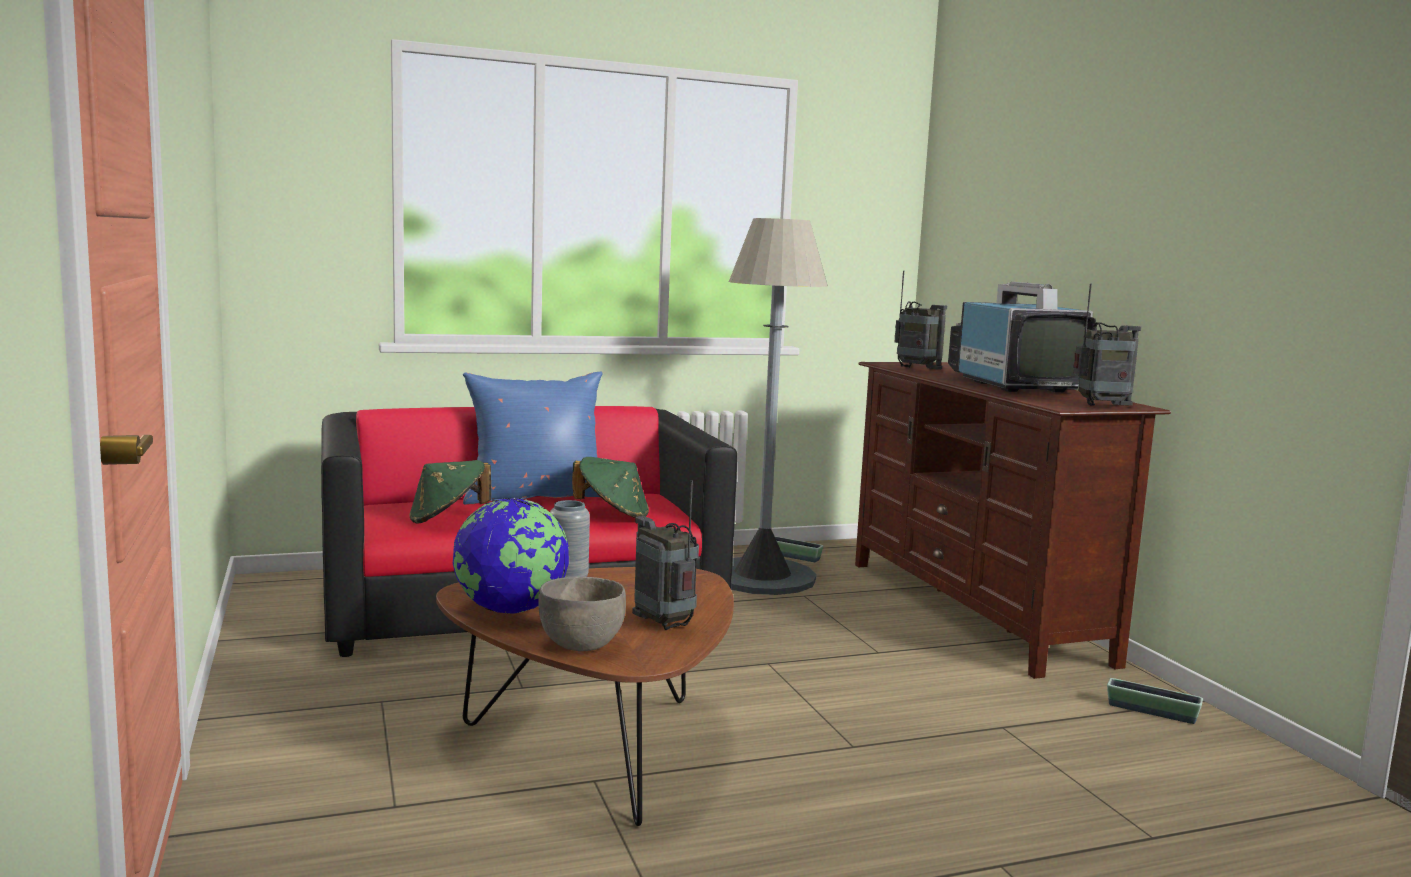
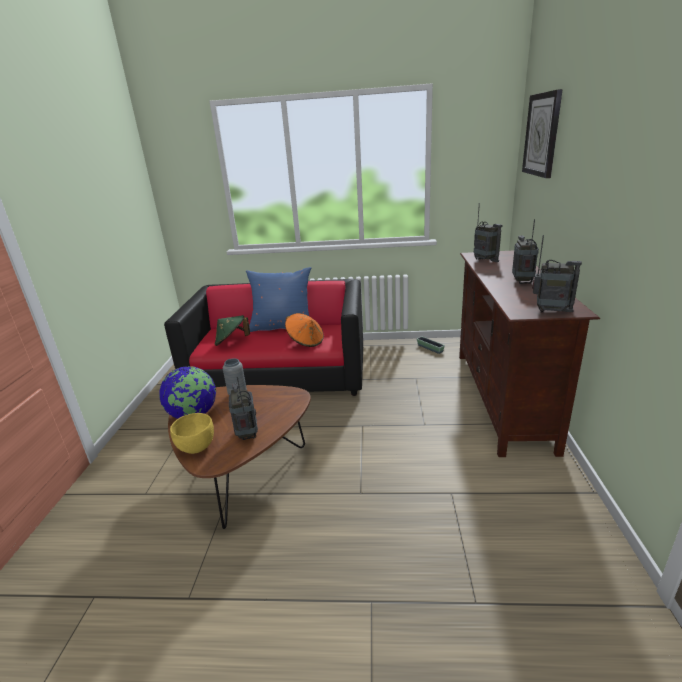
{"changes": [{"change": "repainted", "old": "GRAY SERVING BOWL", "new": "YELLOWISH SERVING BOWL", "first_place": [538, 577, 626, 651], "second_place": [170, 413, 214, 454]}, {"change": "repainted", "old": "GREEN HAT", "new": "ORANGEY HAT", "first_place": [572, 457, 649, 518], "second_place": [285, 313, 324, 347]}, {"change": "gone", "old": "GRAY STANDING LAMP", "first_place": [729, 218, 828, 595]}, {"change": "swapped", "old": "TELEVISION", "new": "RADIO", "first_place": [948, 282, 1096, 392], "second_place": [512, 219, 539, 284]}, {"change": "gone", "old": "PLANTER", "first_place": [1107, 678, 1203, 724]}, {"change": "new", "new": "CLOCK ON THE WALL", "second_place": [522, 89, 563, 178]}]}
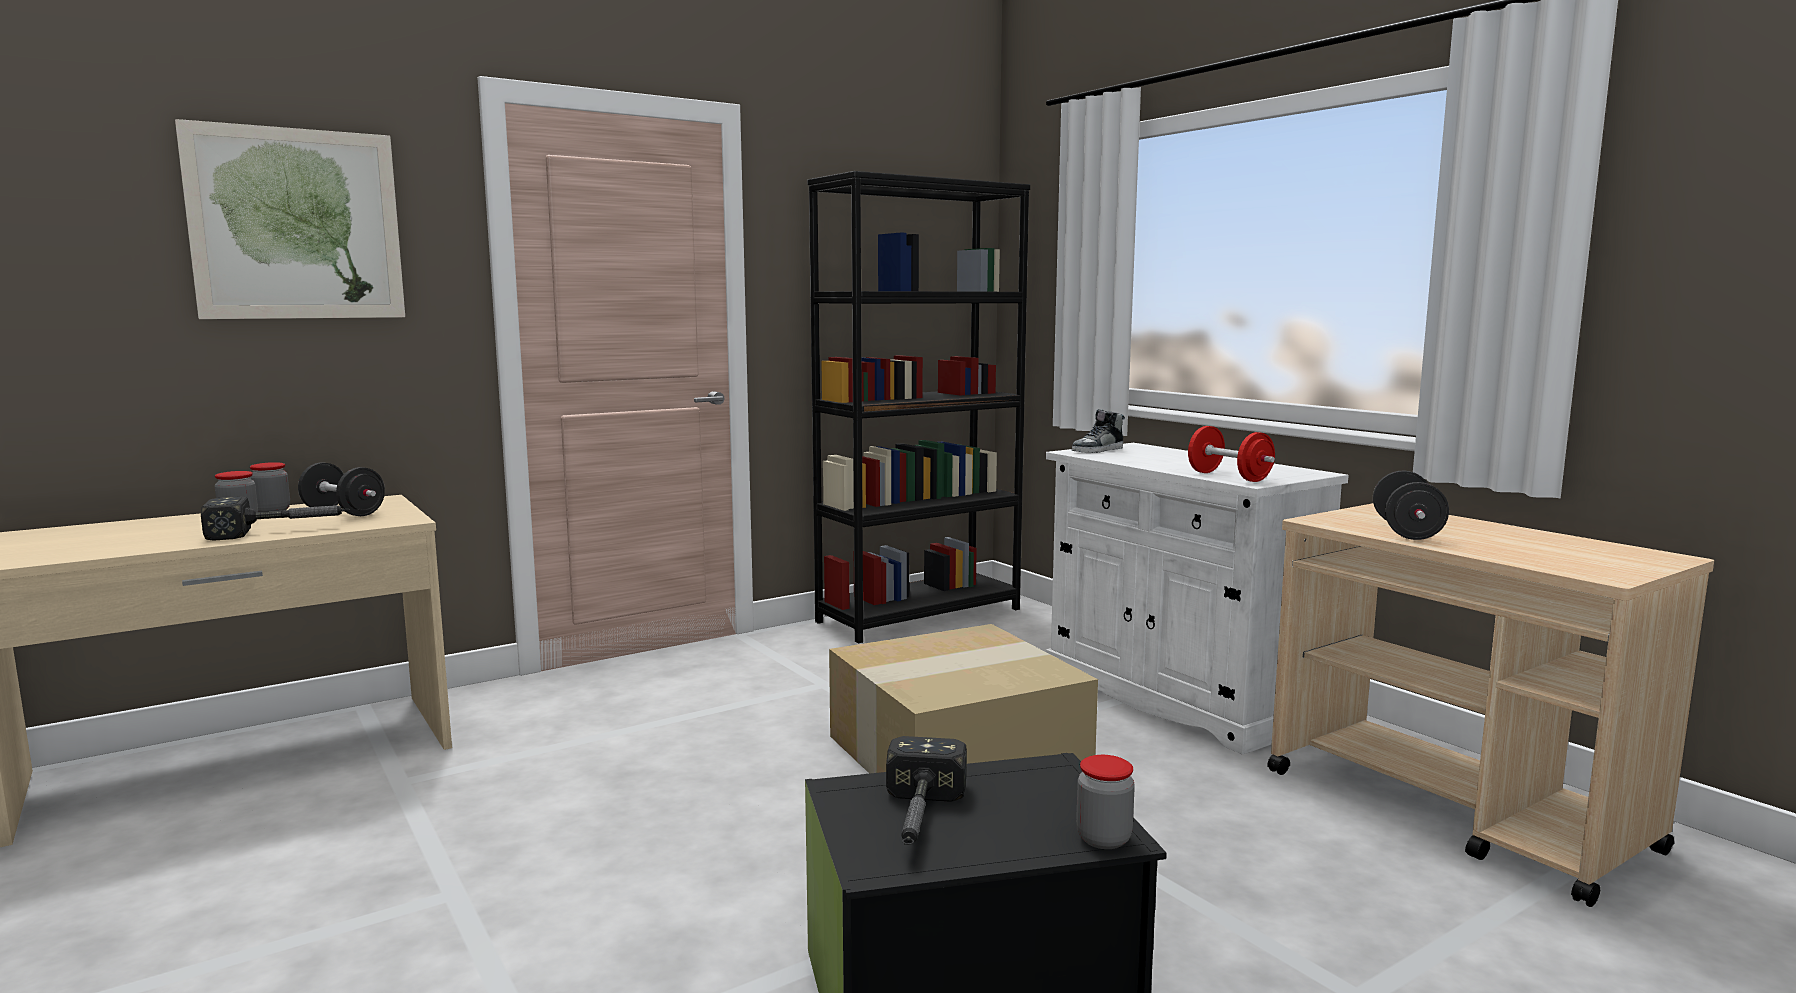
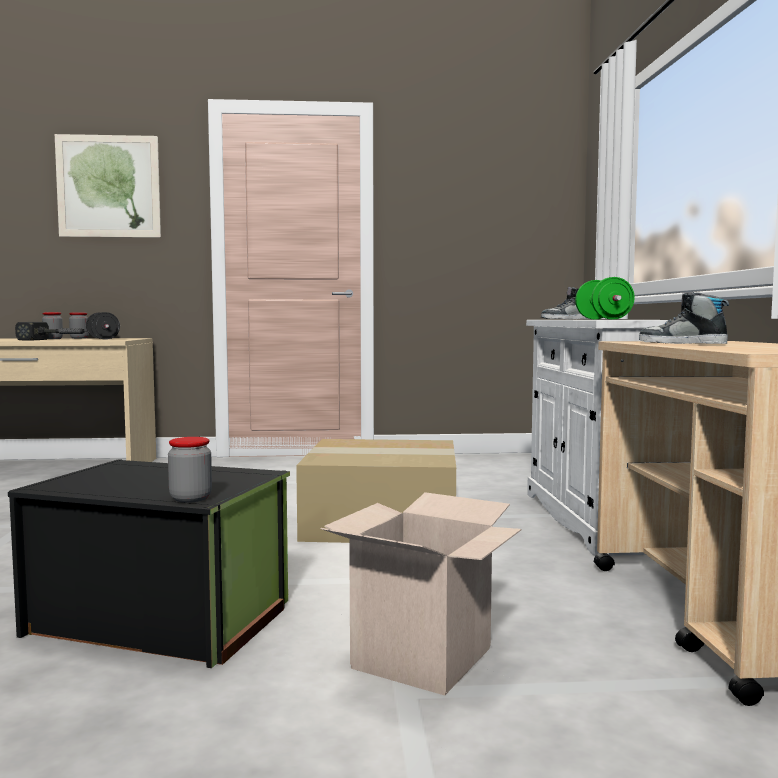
{"changes": [{"change": "gone", "old": "BLACKISH SHELVING UNIT", "first_place": [807, 171, 1030, 644]}, {"change": "gone", "old": "TOOL HAMMER", "first_place": [886, 736, 967, 845]}, {"change": "repainted", "old": "RED-COLOURED DUMBBELL", "new": "GREEN DUMBBELL", "first_place": [1188, 426, 1275, 482], "second_place": [575, 277, 635, 319]}, {"change": "swapped", "old": "BLACKISH DUMBBELL", "new": "LOW SHOE", "first_place": [1373, 471, 1449, 540], "second_place": [639, 292, 729, 344]}, {"change": "new", "new": "CARTON", "second_place": [321, 492, 521, 696]}]}
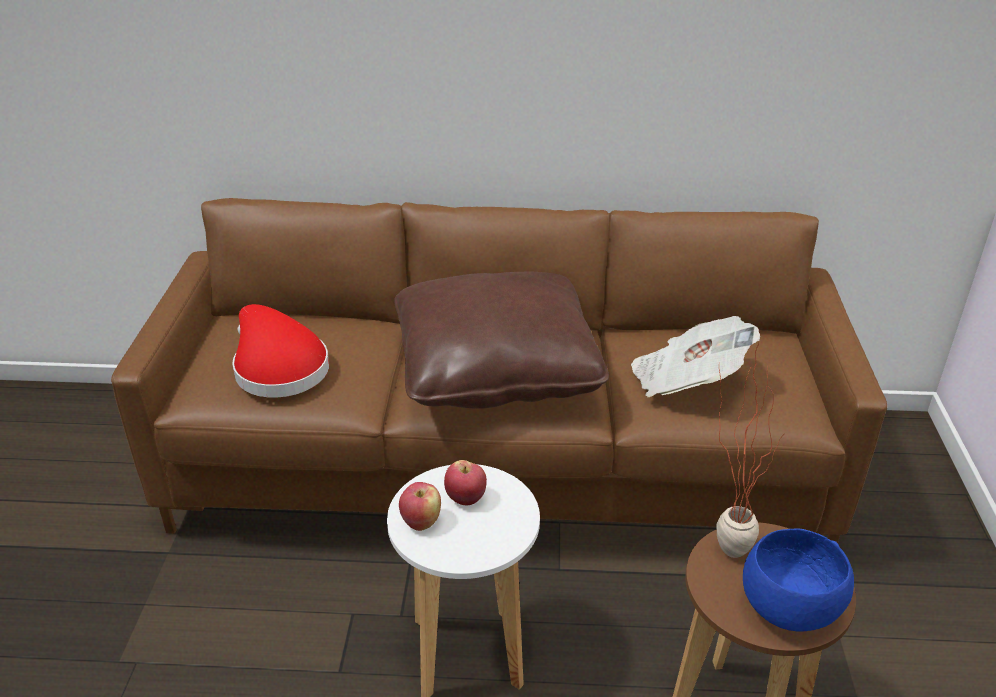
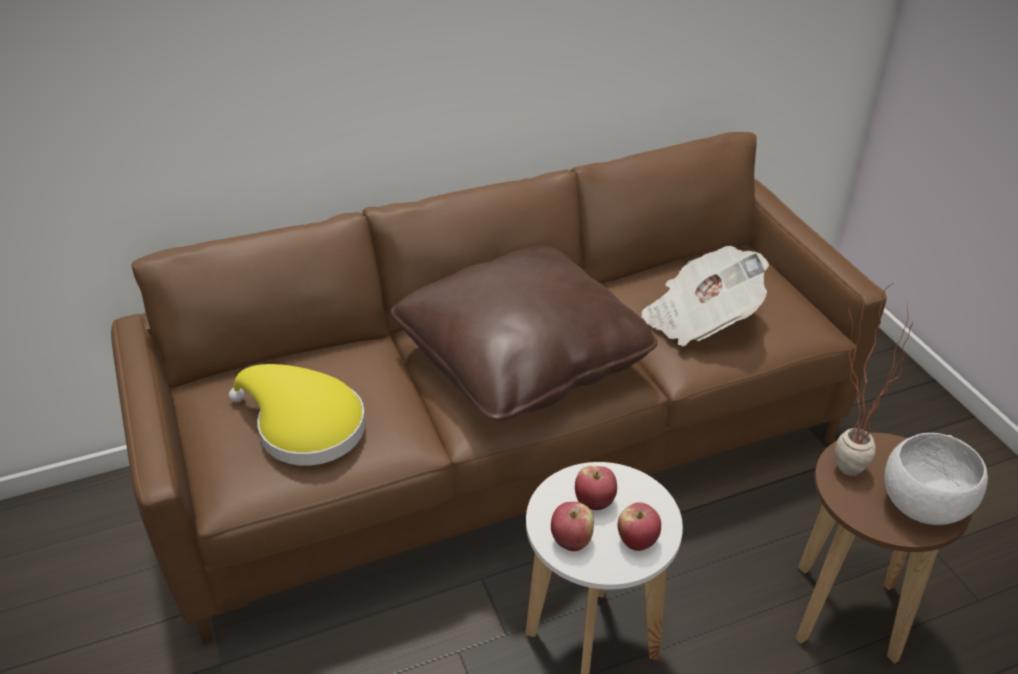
{"changes": [{"change": "repainted", "old": "RED-COLOURED HAT", "new": "YELLOWISH HAT", "first_place": [232, 304, 329, 398], "second_place": [229, 364, 366, 466]}, {"change": "repainted", "old": "BLUISH SERVING BOWL", "new": "WHITISH SERVING BOWL", "first_place": [743, 529, 854, 631], "second_place": [884, 433, 988, 525]}, {"change": "new", "new": "APPLE FRUIT", "second_place": [618, 502, 661, 551]}]}
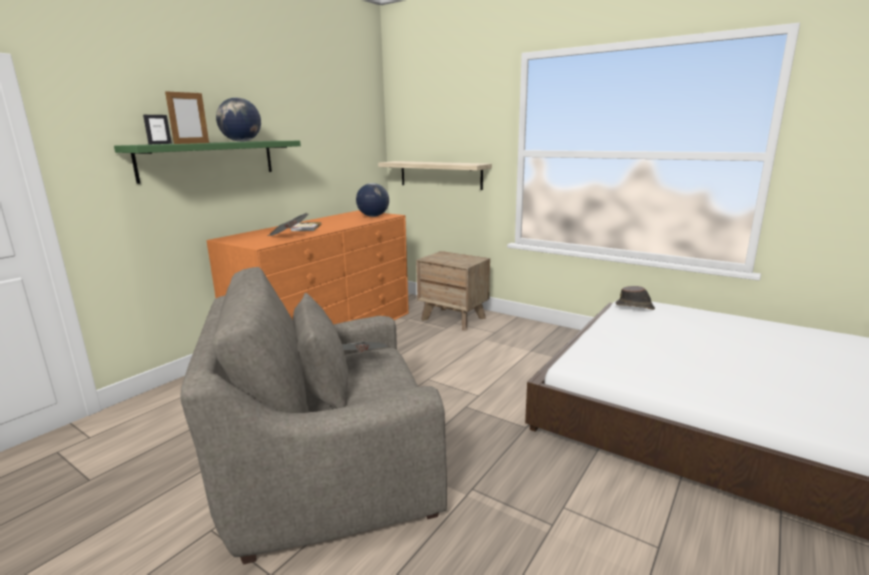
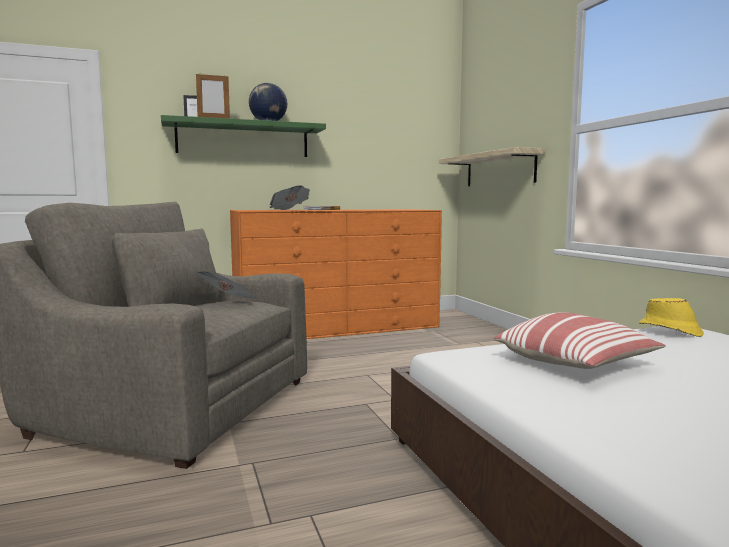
{"changes": [{"change": "gone", "old": "GLOBE", "first_place": [356, 183, 389, 217]}, {"change": "gone", "old": "BROWN-COLOURED NIGHTSTAND", "first_place": [416, 251, 490, 331]}, {"change": "repainted", "old": "BROWN-COLOURED HAT", "new": "YELLOWISH HAT", "first_place": [615, 286, 655, 310], "second_place": [639, 298, 704, 337]}, {"change": "new", "new": "THROW PILLOW", "second_place": [494, 312, 666, 369]}]}
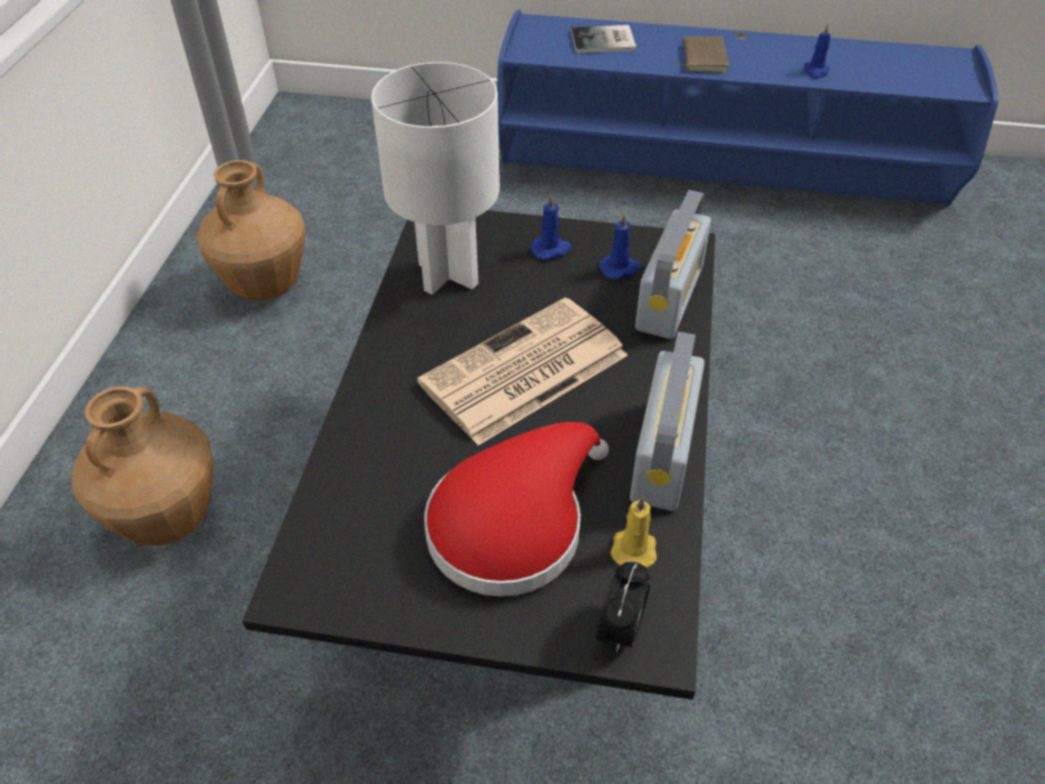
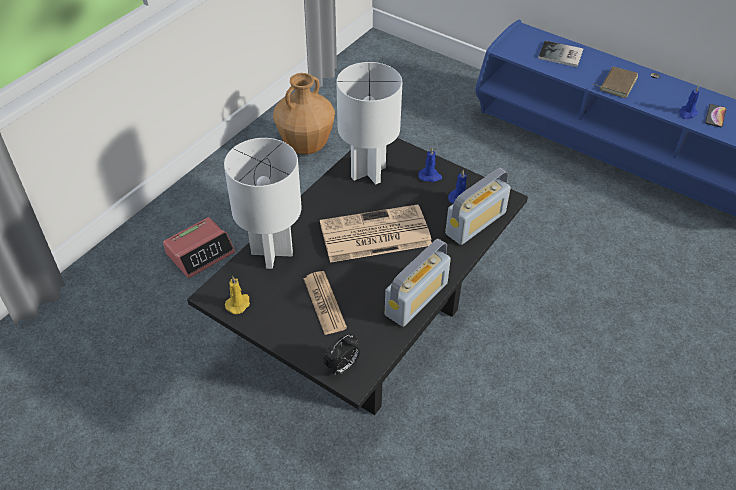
{"changes": [{"change": "swapped", "old": "BROWN-COLOURED VASE", "new": "TABLE CLOCK", "first_place": [72, 386, 213, 546], "second_place": [163, 217, 235, 278]}, {"change": "swapped", "old": "RED-COLOURED HAT", "new": "DAILY PAPER", "first_place": [424, 422, 609, 597], "second_place": [303, 271, 347, 335]}, {"change": "shifted", "old": "YELLOWISH WAX CANDLE", "first_place": [611, 496, 657, 568], "second_place": [225, 276, 250, 314]}, {"change": "new", "new": "WHITISH LAMP FOR A TABLE", "second_place": [224, 138, 302, 269]}, {"change": "new", "new": "PHONE", "second_place": [705, 104, 726, 127]}]}
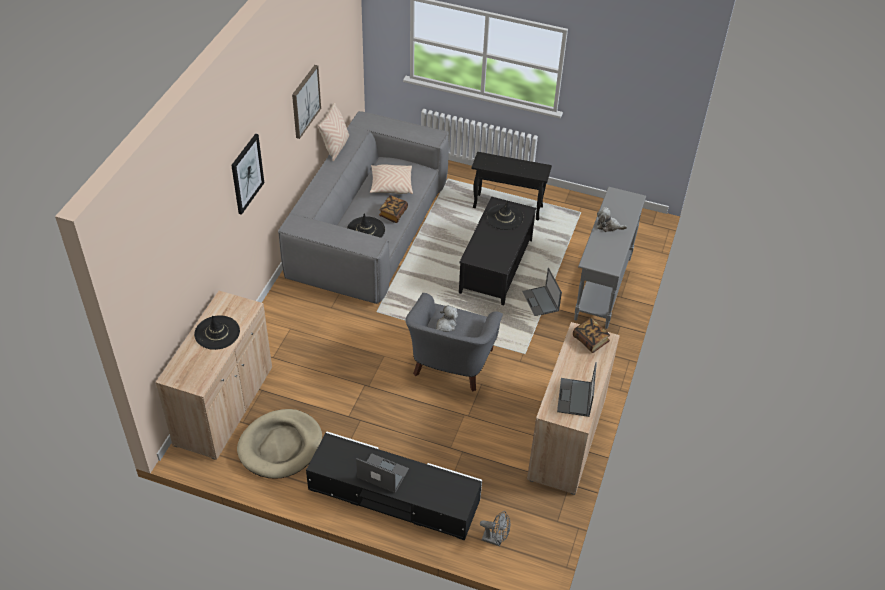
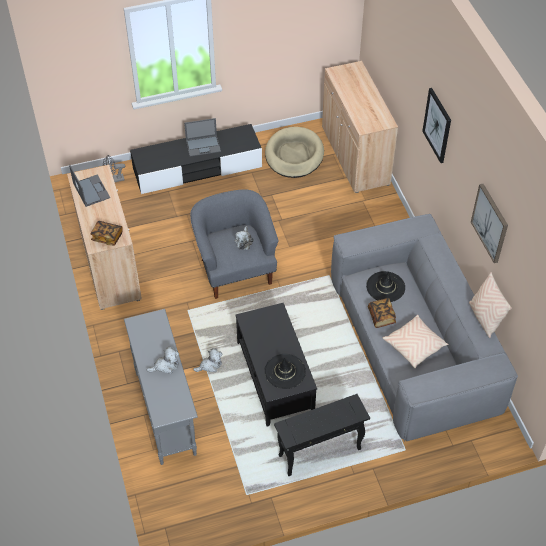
{"changes": [{"change": "gone", "old": "BLACKISH HAT", "first_place": [194, 315, 240, 350]}, {"change": "swapped", "old": "PORTABLE COMPUTER", "new": "SOFT TOY", "first_place": [522, 268, 562, 316], "second_place": [193, 348, 223, 372]}]}
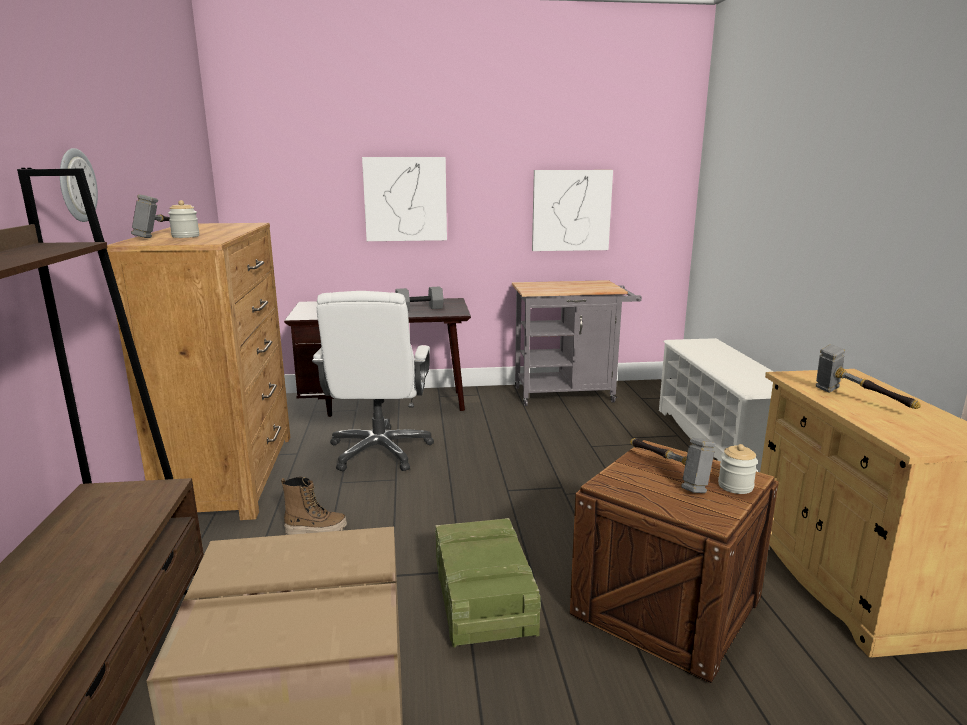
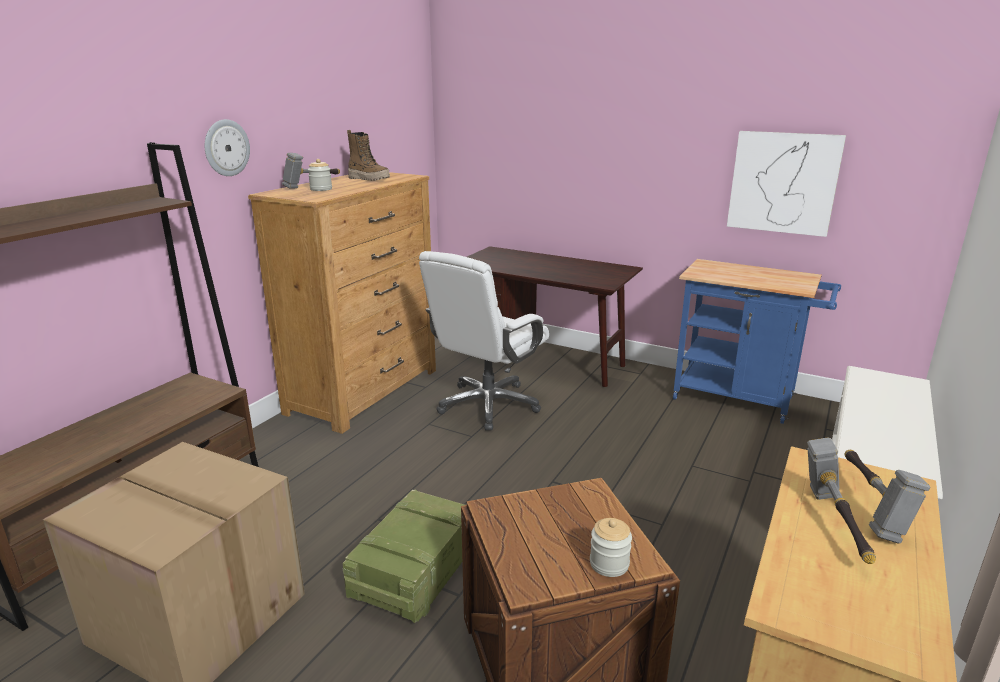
{"changes": [{"change": "shifted", "old": "TALL BOOT", "first_place": [281, 477, 347, 535], "second_place": [347, 130, 390, 181]}, {"change": "gone", "old": "WALL ART", "first_place": [362, 157, 447, 241]}, {"change": "gone", "old": "GRAY DUMBBELL", "first_place": [395, 286, 444, 311]}, {"change": "repainted", "old": "GRAY WHEELED CART", "new": "BLUISH WHEELED CART", "first_place": [512, 280, 642, 406], "second_place": [673, 259, 841, 424]}, {"change": "shifted", "old": "TOOL HAMMER", "first_place": [630, 438, 716, 493], "second_place": [845, 450, 931, 543]}]}
